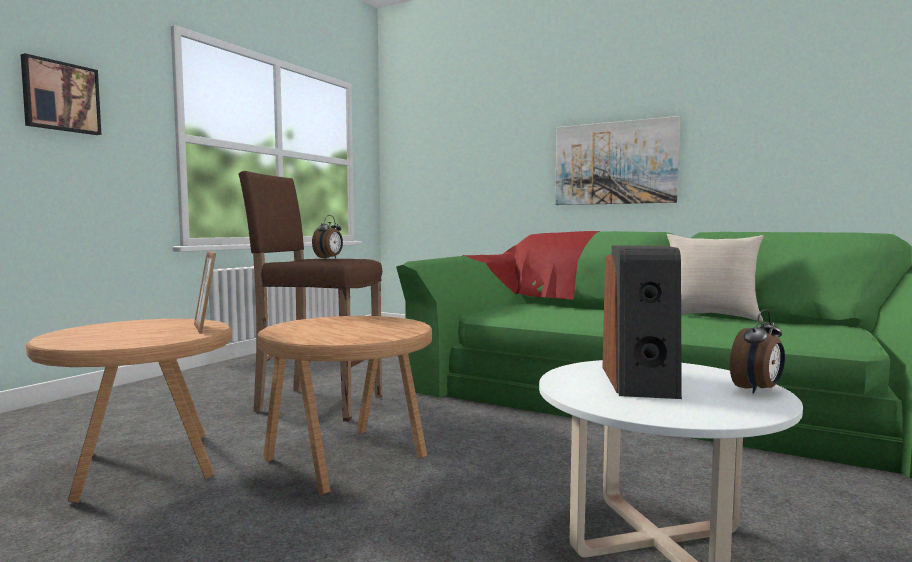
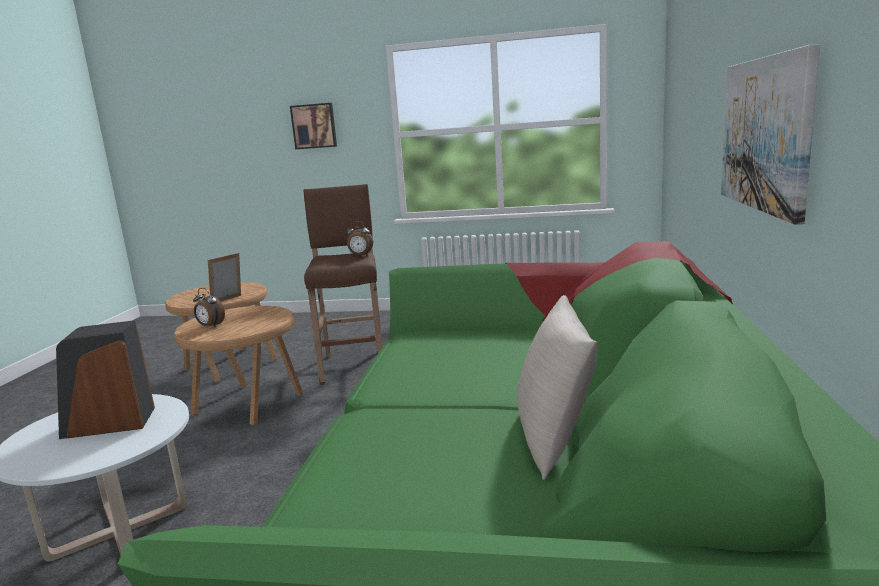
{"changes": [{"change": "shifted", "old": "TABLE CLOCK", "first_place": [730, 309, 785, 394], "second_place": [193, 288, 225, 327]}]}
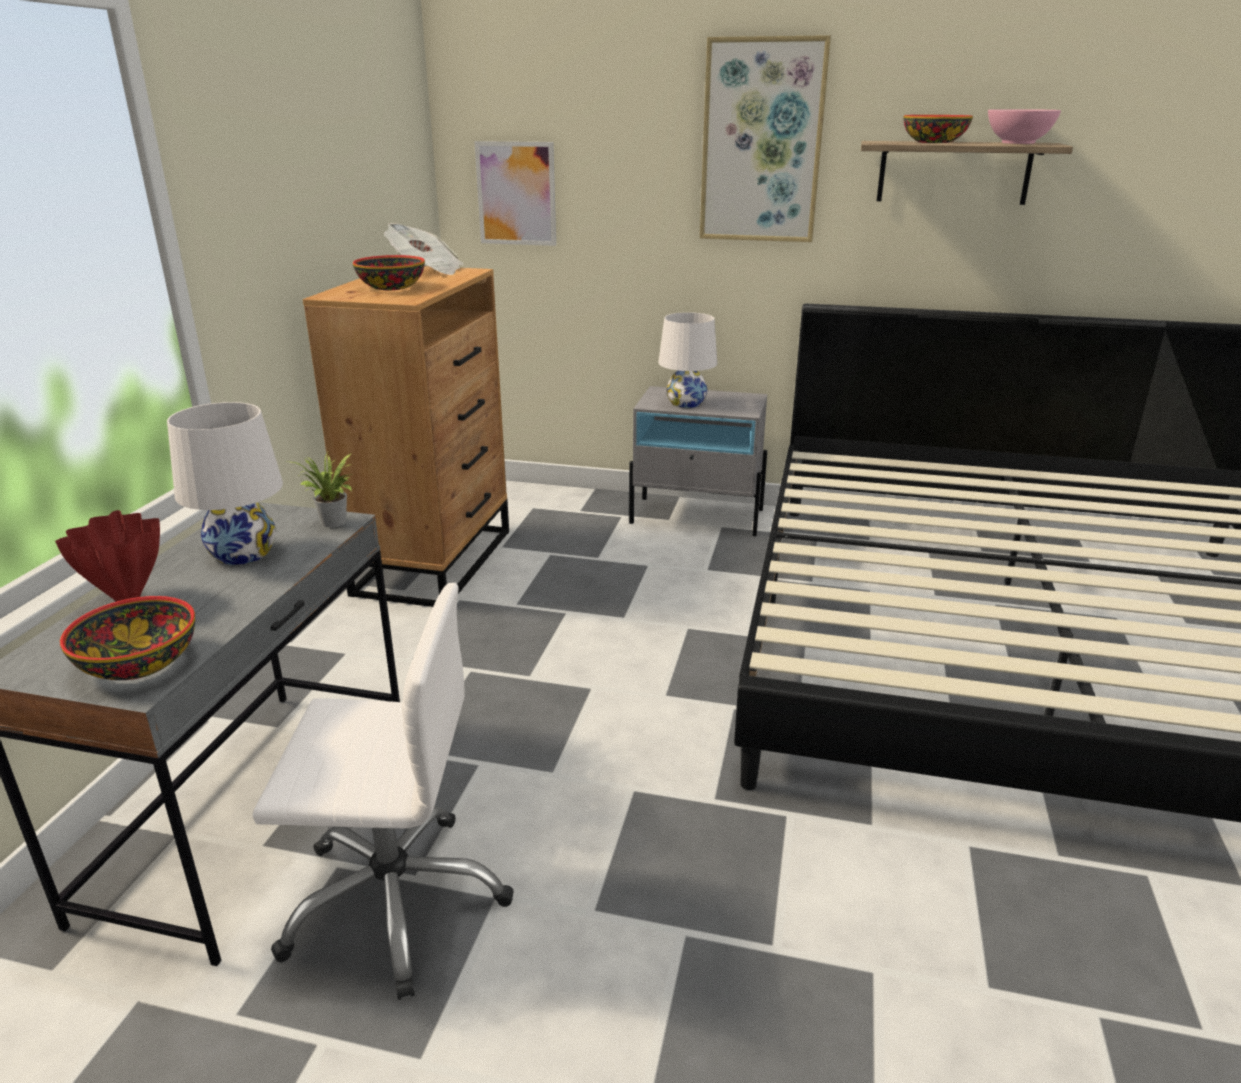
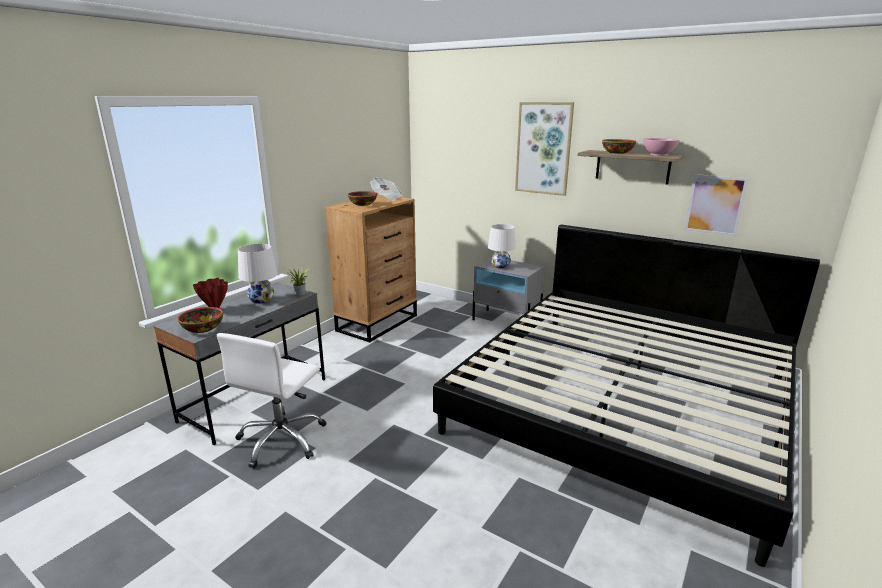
{"changes": [{"change": "rotated", "old": "WHITISH COMPUTER CHAIR", "first_place": [253, 583, 514, 1000], "second_place": [217, 333, 326, 468], "degrees": 90}, {"change": "shifted", "old": "WALL ART", "first_place": [474, 141, 556, 246], "second_place": [684, 174, 749, 237]}]}
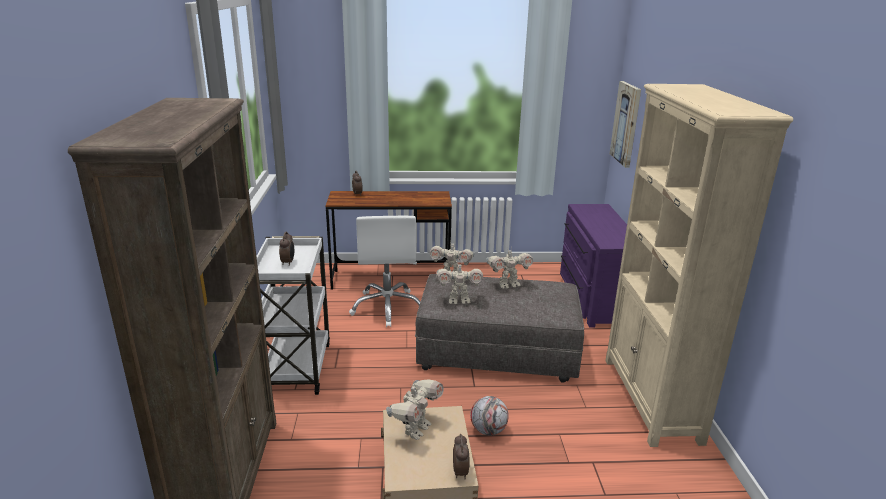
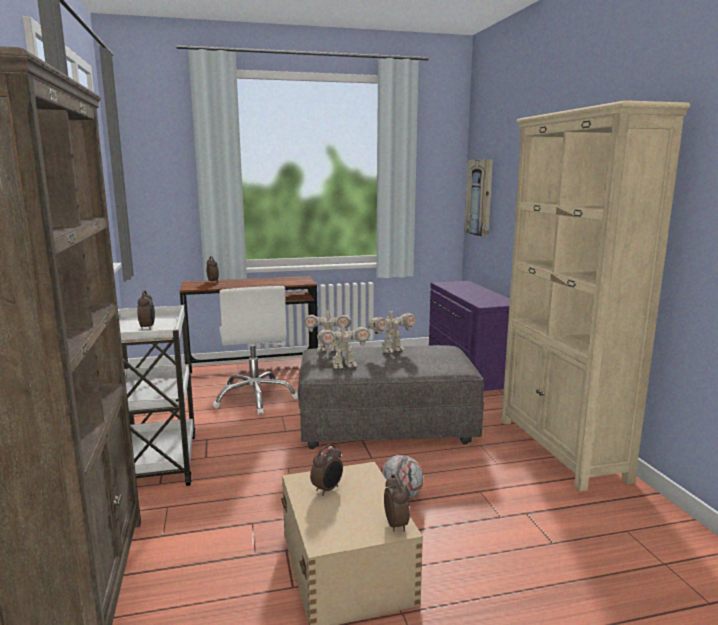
{"changes": [{"change": "swapped", "old": "ROBOT FIGURE", "new": "TABLE CLOCK", "first_place": [386, 379, 444, 440], "second_place": [310, 444, 343, 496]}]}
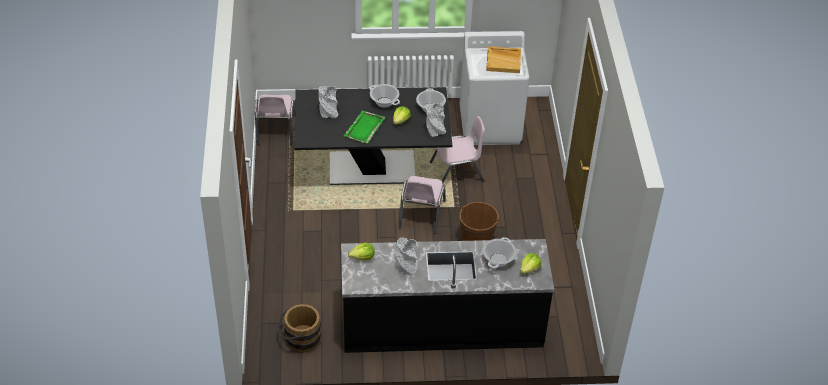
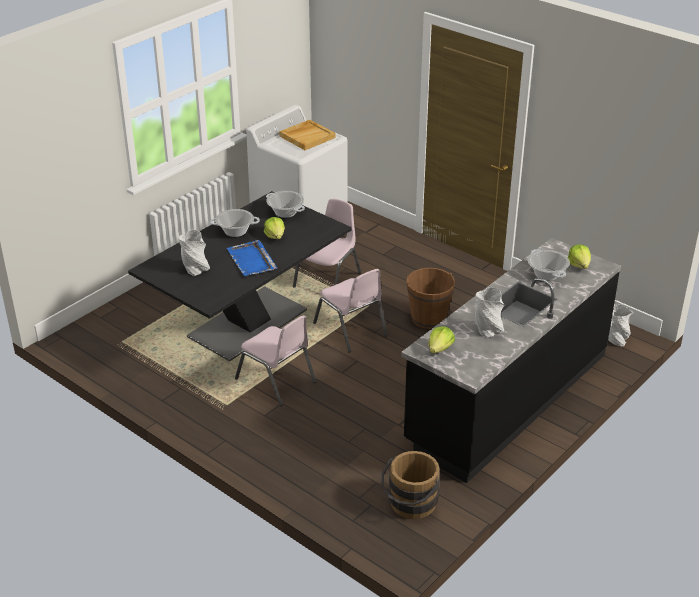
{"changes": [{"change": "shifted", "old": "PINKISH PLAIN CHAIR", "first_place": [255, 95, 295, 145], "second_place": [235, 315, 316, 406]}, {"change": "repainted", "old": "GREEN TRAY", "new": "BLUISH TRAY", "first_place": [344, 110, 386, 144], "second_place": [226, 240, 277, 276]}, {"change": "shifted", "old": "GRAY VASE", "first_place": [426, 103, 446, 137], "second_place": [608, 304, 633, 346]}]}
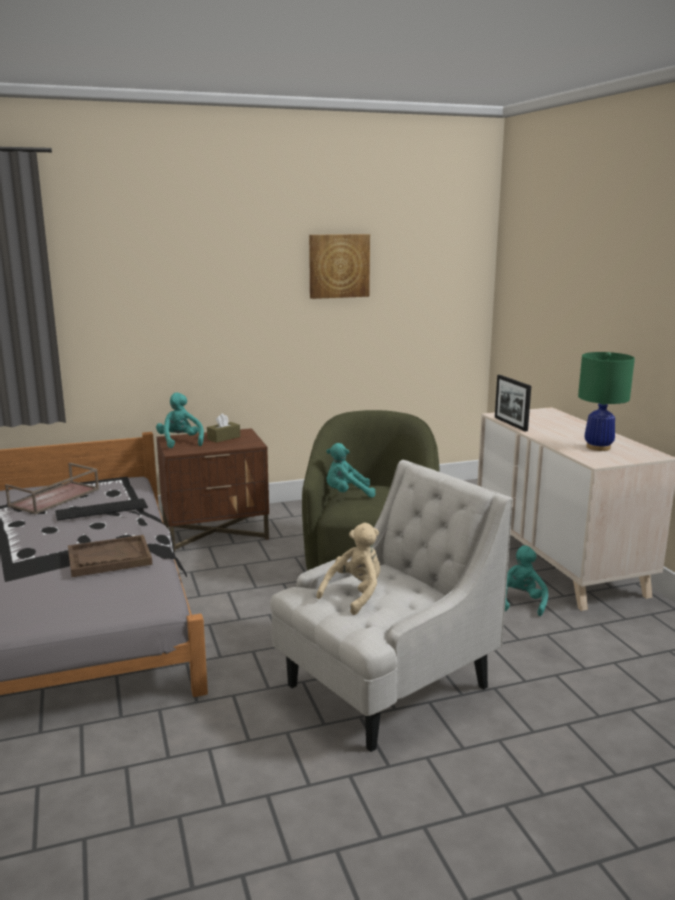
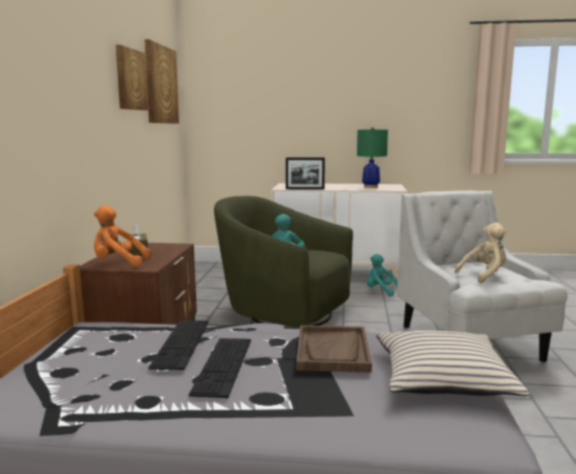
{"changes": [{"change": "gone", "old": "BROWN-COLOURED TRAY", "first_place": [5, 463, 99, 514]}, {"change": "repainted", "old": "BLUE-GREEN SOFT TOY", "new": "ORANGEY SOFT TOY", "first_place": [156, 392, 204, 448], "second_place": [94, 205, 151, 267]}, {"change": "rotated", "old": "BEIGE-COLOURED SOFT TOY", "first_place": [316, 523, 380, 615], "second_place": [454, 223, 507, 283], "degrees": 90}, {"change": "new", "new": "WALL ART", "second_place": [145, 39, 179, 124]}, {"change": "new", "new": "COMPUTER KEYBOARD", "second_place": [189, 338, 251, 398]}, {"change": "new", "new": "BEIGE-COLOURED THROW PILLOW", "second_place": [376, 330, 530, 396]}]}
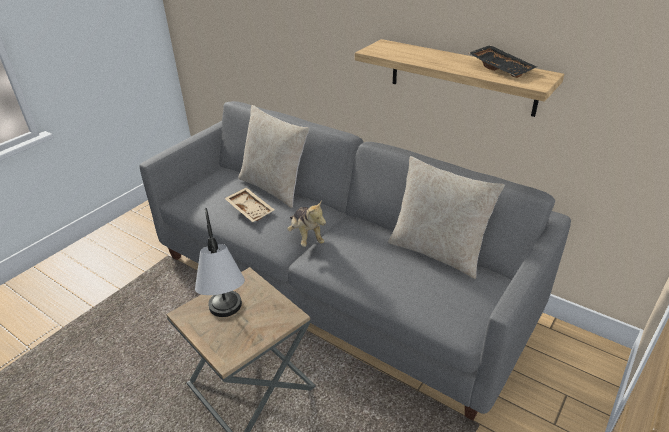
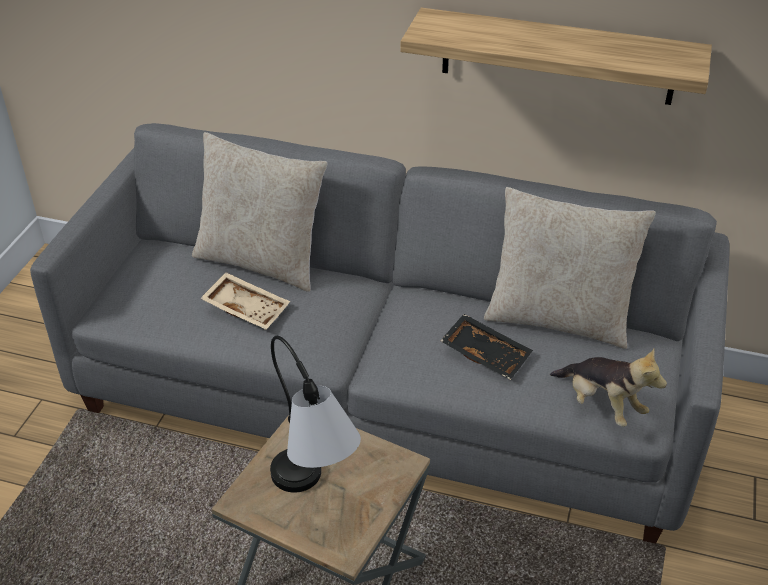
{"changes": [{"change": "shifted", "old": "SOFT TOY", "first_place": [287, 202, 326, 247], "second_place": [550, 349, 667, 427]}, {"change": "shifted", "old": "BLACKISH TRAY", "first_place": [469, 45, 537, 78], "second_place": [440, 314, 533, 380]}]}
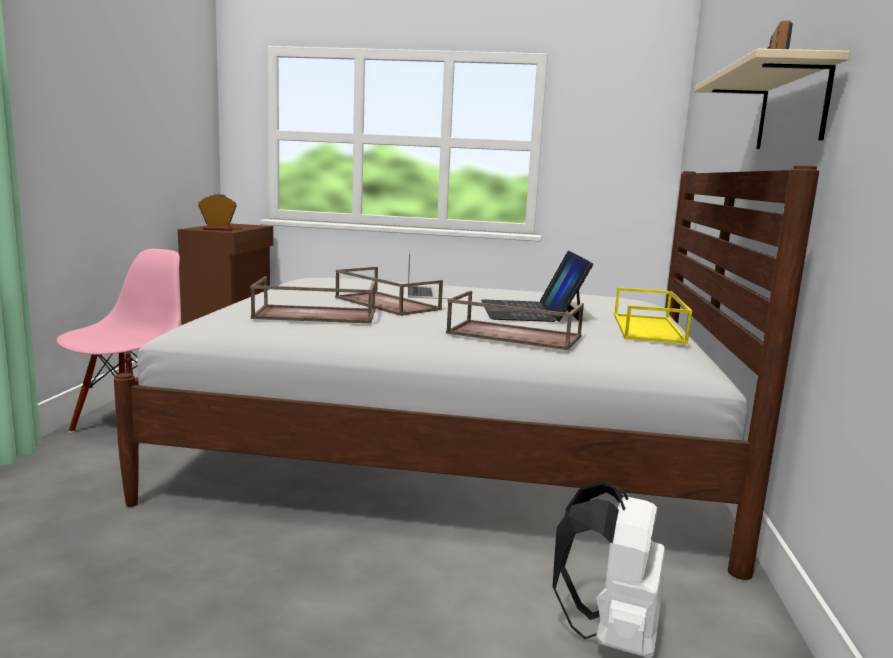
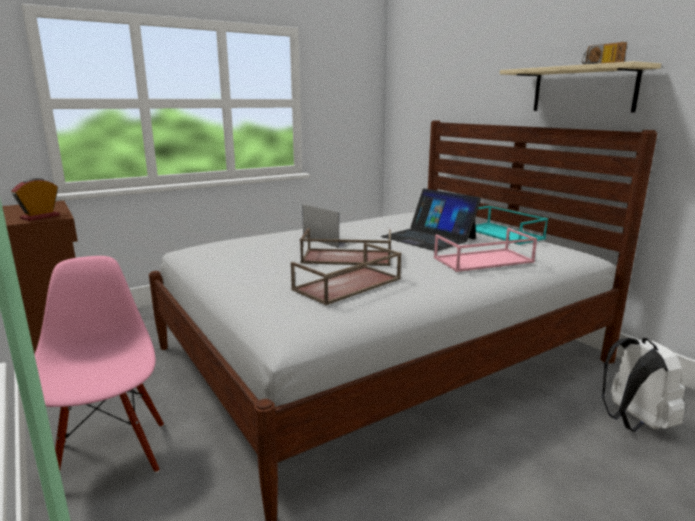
{"changes": [{"change": "repainted", "old": "BROWN-COLOURED TRAY", "new": "PINKISH TRAY", "first_place": [446, 291, 584, 350], "second_place": [434, 228, 537, 272]}, {"change": "repainted", "old": "YELLOWISH TRAY", "new": "BLUE-GREEN TRAY", "first_place": [614, 287, 692, 344], "second_place": [475, 206, 548, 245]}]}
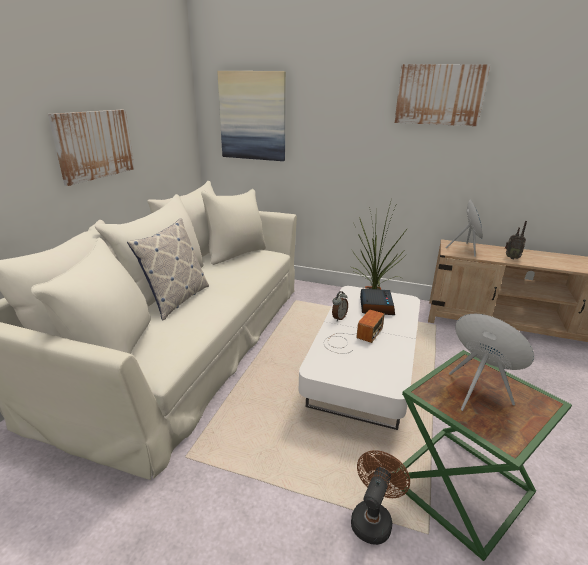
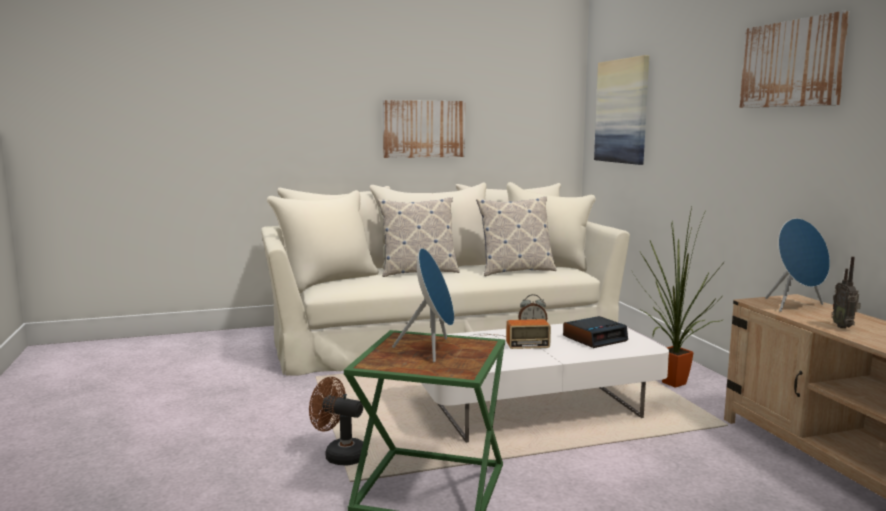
{"changes": [{"change": "rotated", "old": "BROWN-COLOURED FAN", "first_place": [351, 450, 410, 545], "second_place": [309, 377, 368, 466], "degrees": -150}, {"change": "new", "new": "THROW PILLOW", "second_place": [476, 196, 557, 276]}]}
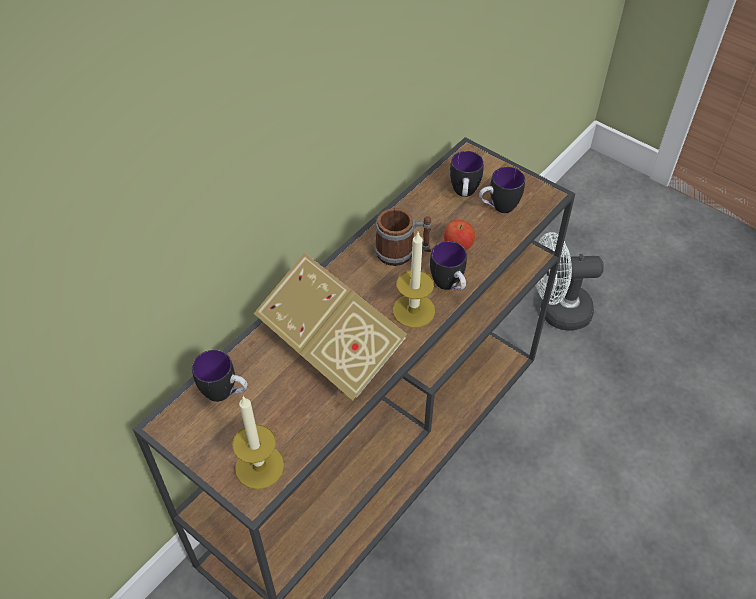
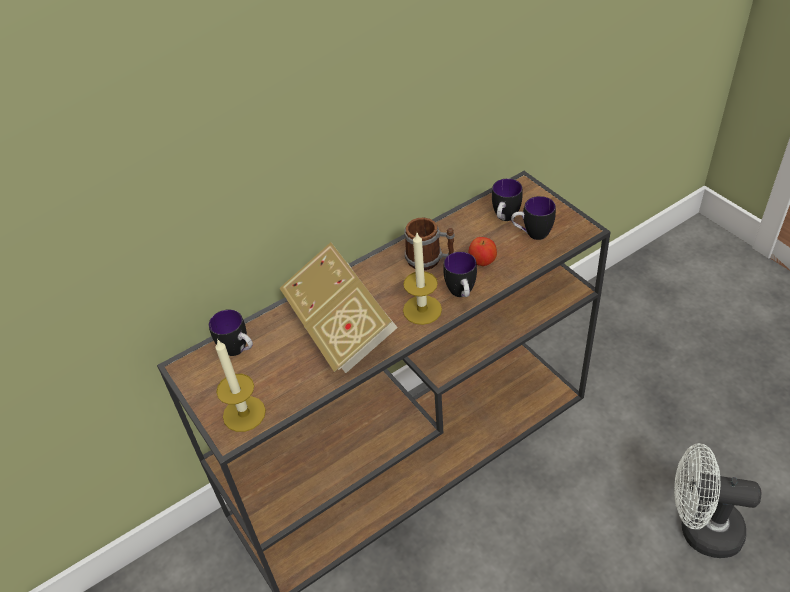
{"changes": [{"change": "shifted", "old": "WHITISH FAN", "first_place": [535, 232, 604, 331], "second_place": [674, 443, 761, 558]}]}
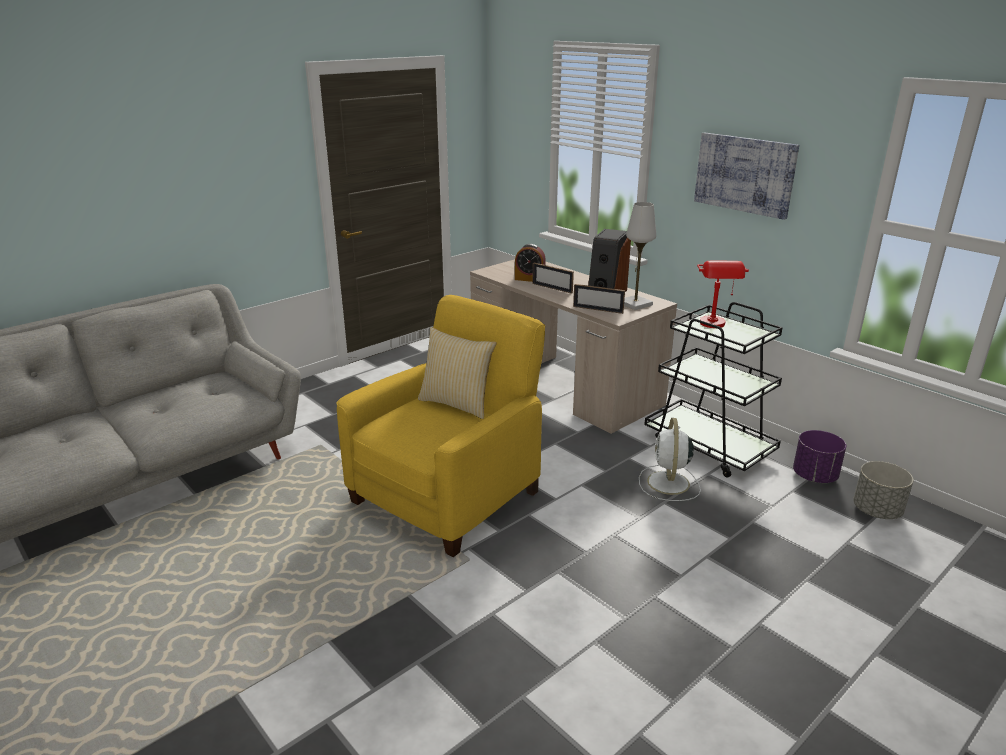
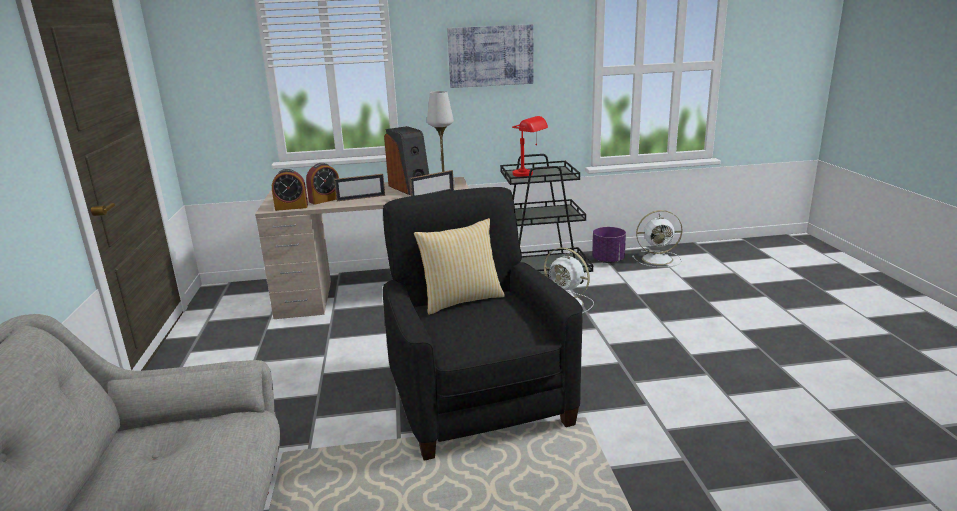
{"changes": [{"change": "repainted", "old": "YELLOWISH EASY CHAIR", "new": "BLACKISH EASY CHAIR", "first_place": [336, 295, 545, 557], "second_place": [383, 187, 583, 461]}, {"change": "swapped", "old": "GRAY PLANTER", "new": "WHITISH FAN", "first_place": [853, 461, 913, 519], "second_place": [632, 210, 683, 267]}, {"change": "new", "new": "TABLE CLOCK", "second_place": [272, 169, 308, 211]}]}
